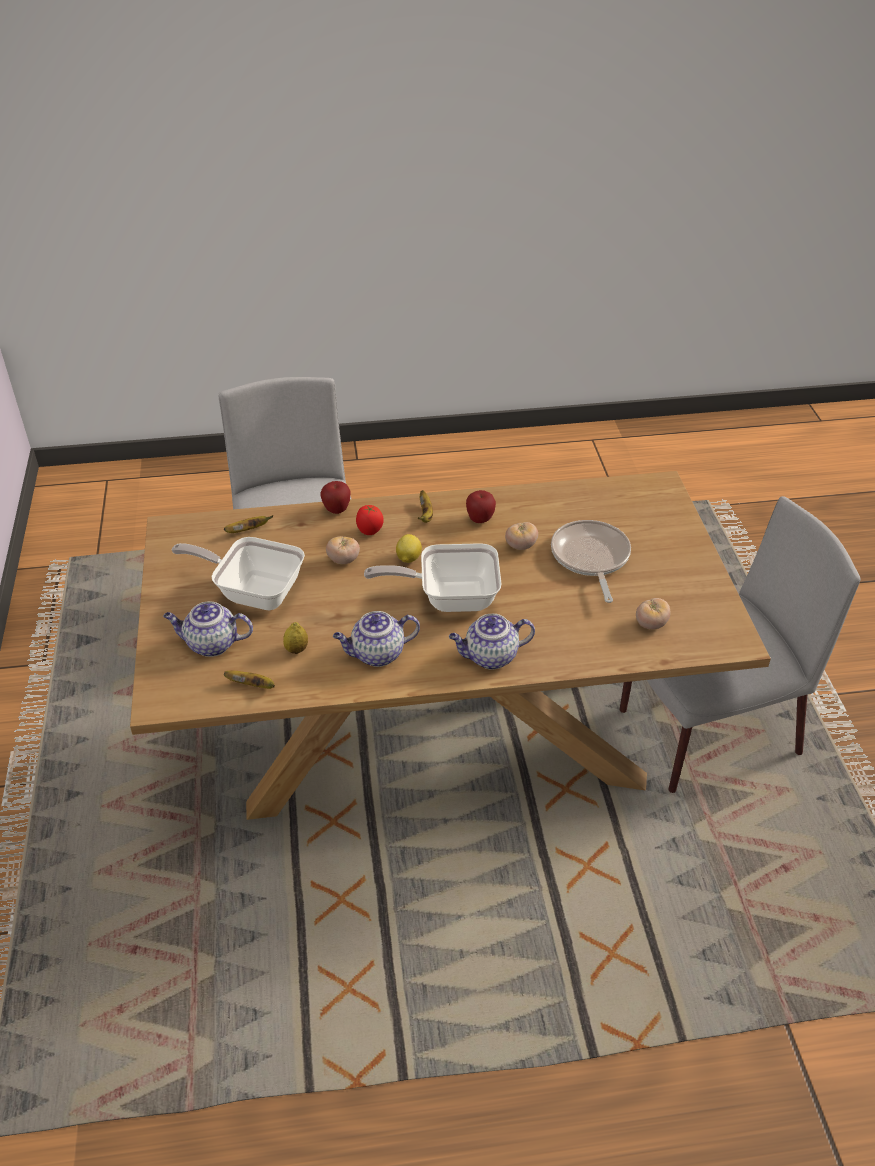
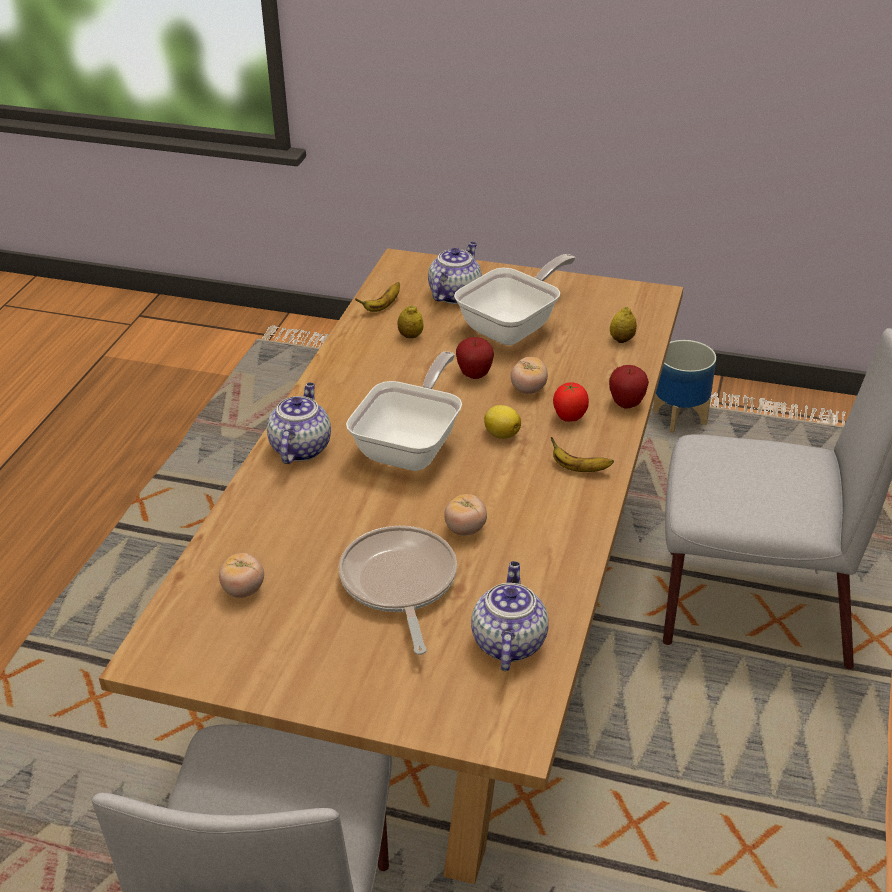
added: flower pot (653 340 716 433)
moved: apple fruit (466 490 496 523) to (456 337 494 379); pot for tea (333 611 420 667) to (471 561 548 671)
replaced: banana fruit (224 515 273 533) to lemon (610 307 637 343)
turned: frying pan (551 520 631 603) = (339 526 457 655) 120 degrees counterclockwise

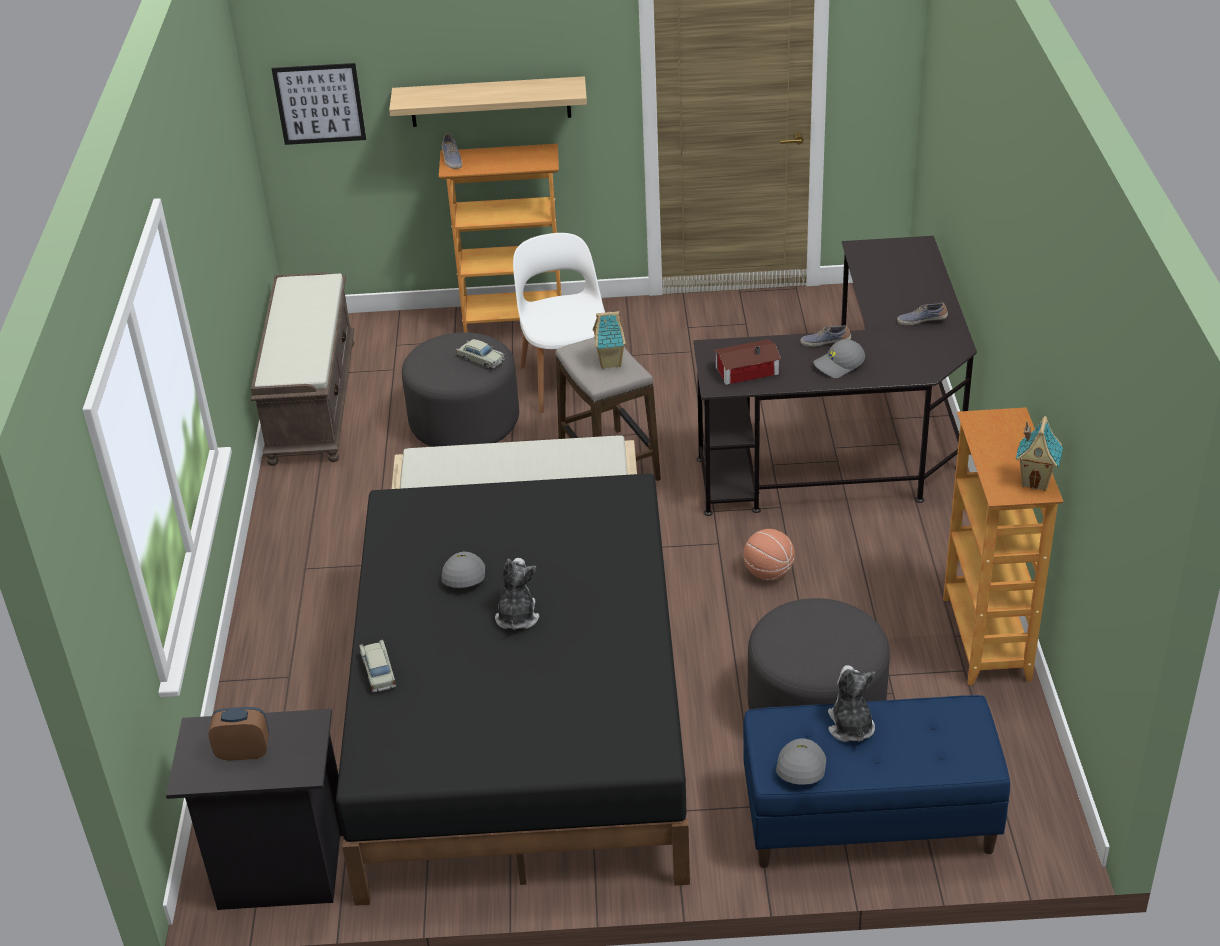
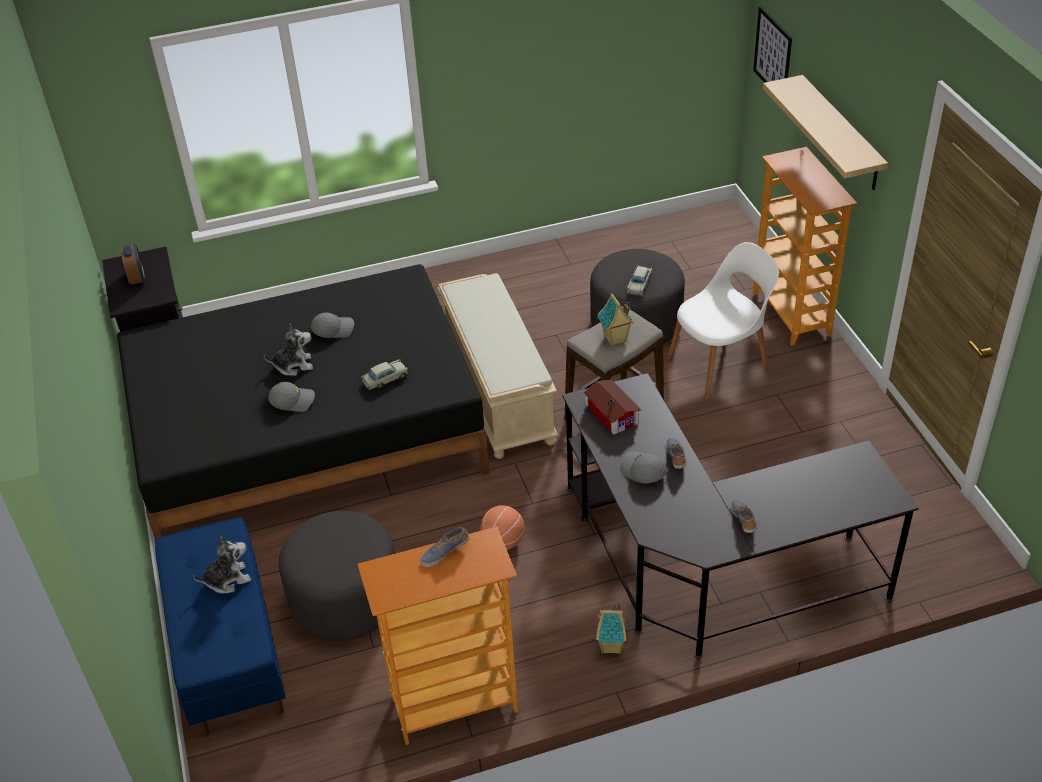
removed: brownish bench (251 272 355 466)
moved: grey baseball cap (776 739 826 785) to (268 382 315 412); sand-coloured model car (359 640 396 692) to (361 359 408 391); shoe (442 133 462 169) to (420 526 469 567); toy house (1016 416 1063 491) to (596 603 627 654)

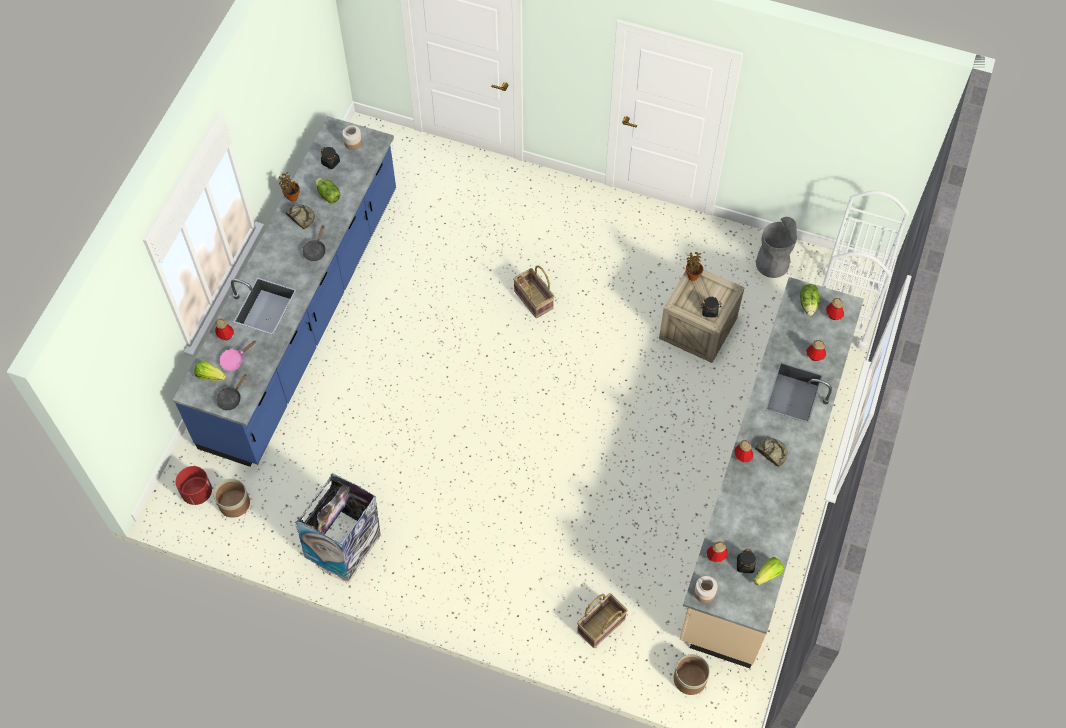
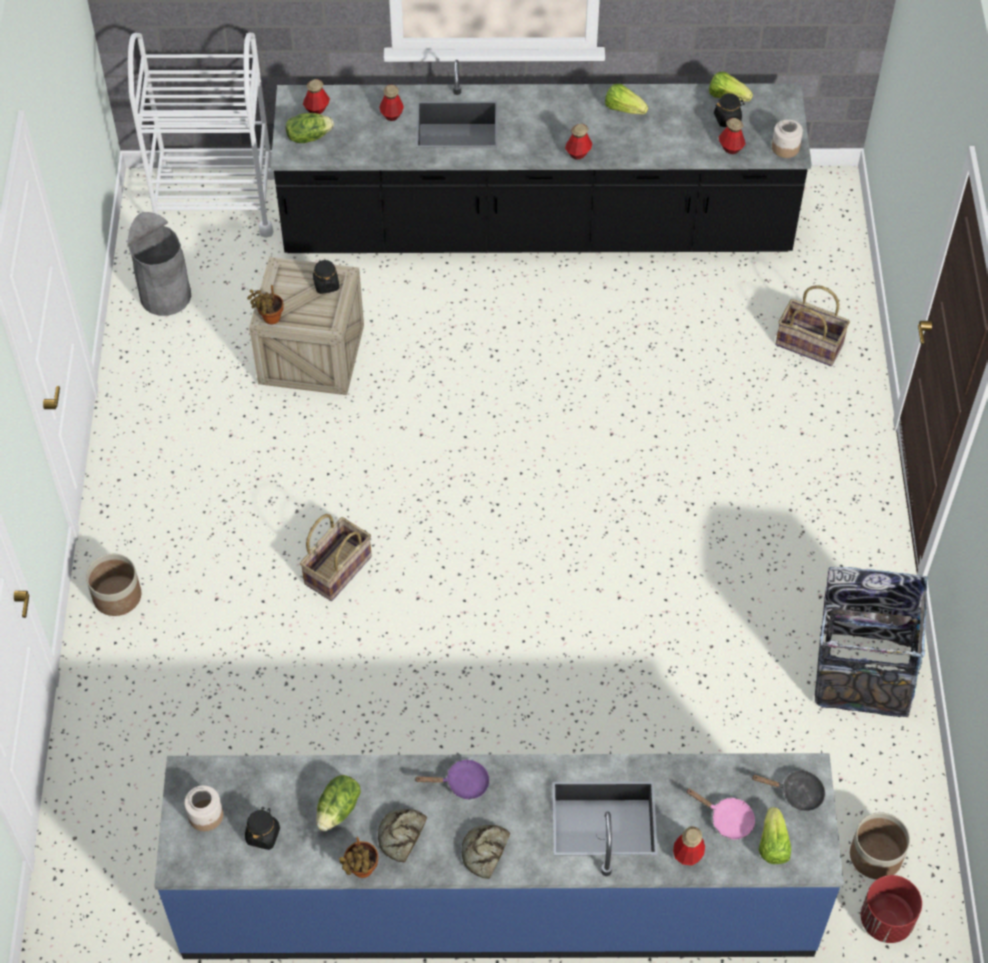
added: head of lettuce (605 84 648 114)
moved: flower pot (674 654 710 695) to (86 554 141 616); baked bread (755 438 787 467) to (462 825 510 879)
recoloured: sand-coloured kitchen base unit (680 277 864 668) to blackish kitchen base unit (271 60 812 253); blackish frying pan (302 225 326 261) to purple frying pan (415 759 490 800)

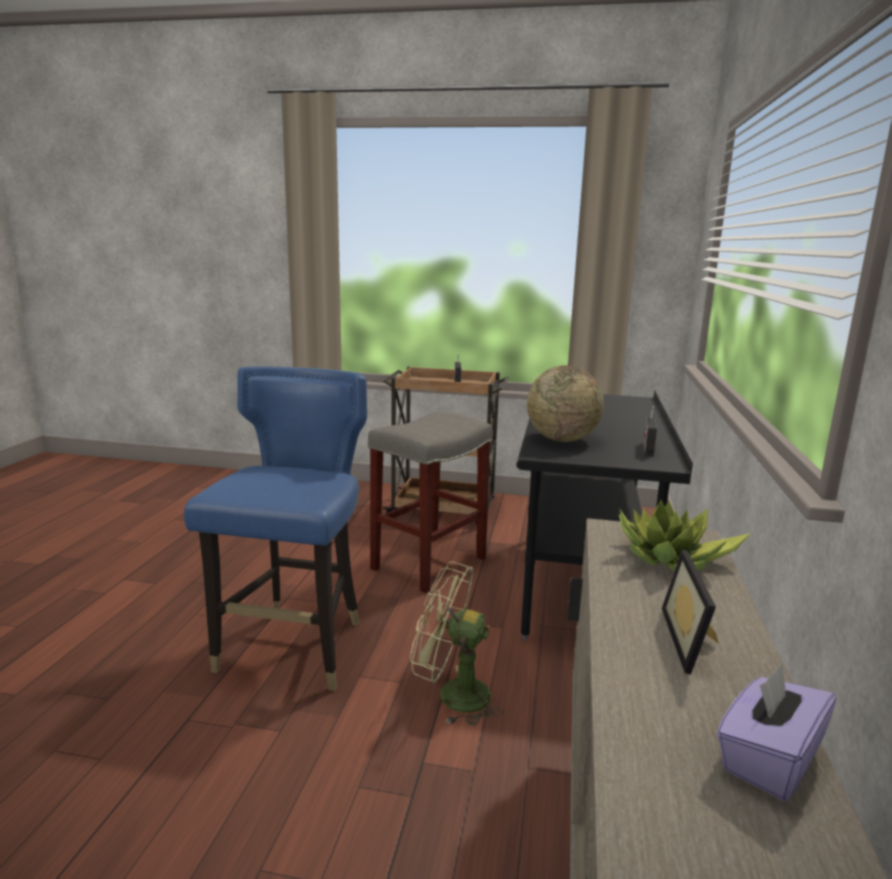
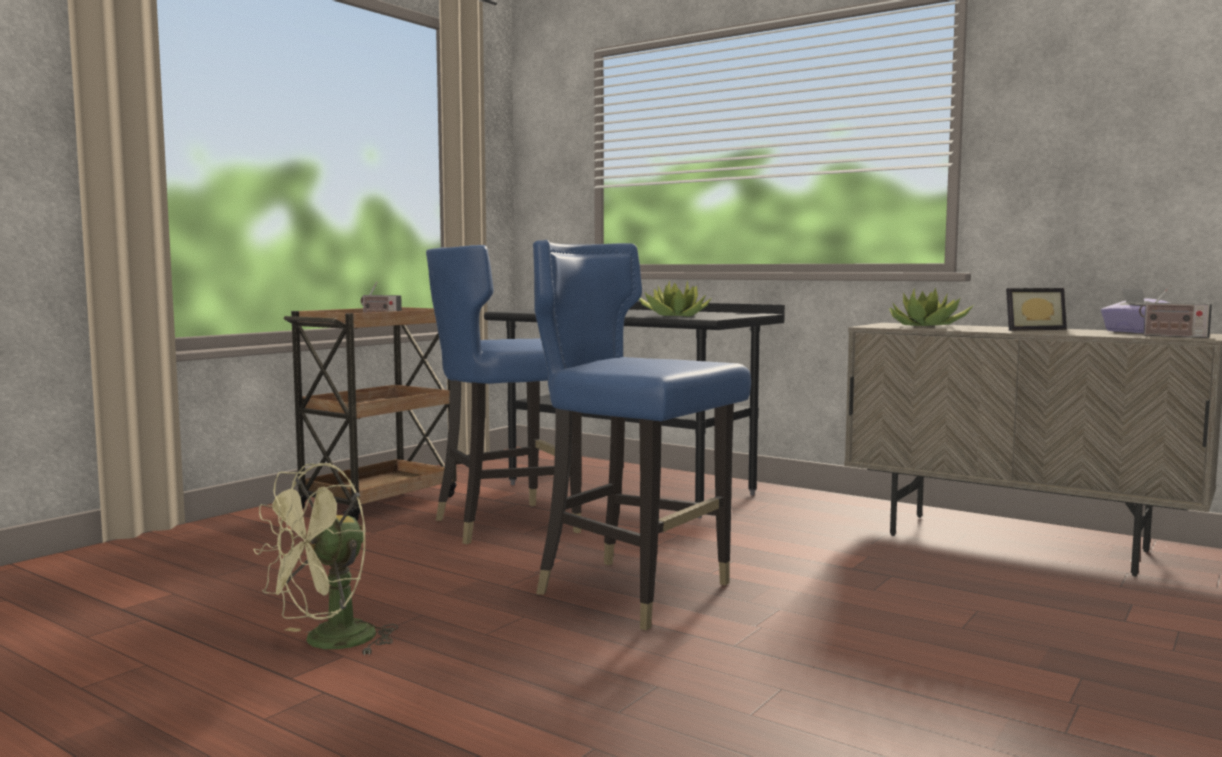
moved: greenish fan (410 561 503 726) to (253 463 398 656); radio set (644 406 657 456) to (1139 285 1212 338)
replaced: grey sitting stool (368 412 492 593) to blue plain chair (426 245 582 544); desk globe (527 365 604 442) to potted plant (639 280 711 317)
turned: photo frame (662 550 719 675) = (1006 288 1067 331) 45 degrees counterclockwise

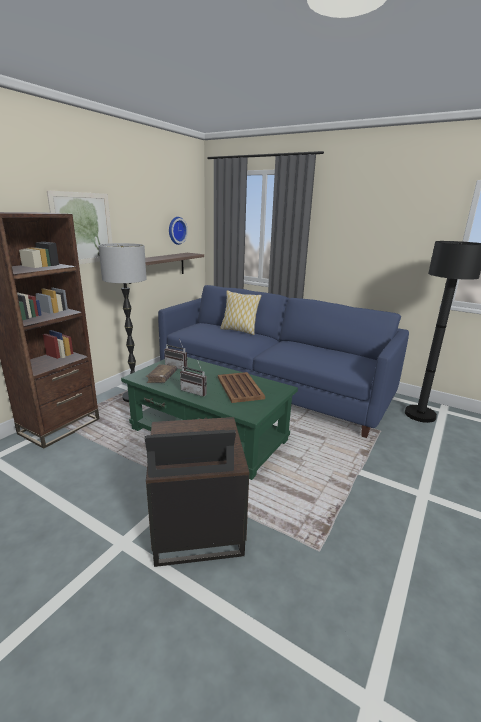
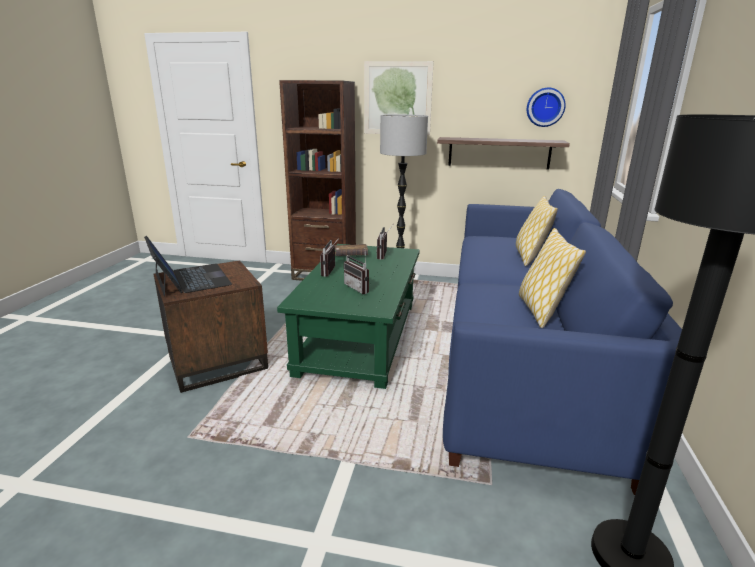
added: cushion (519 228 586 328)
replaced: brownish serving tray (218 372 265 403) to radio set (344 255 369 294)

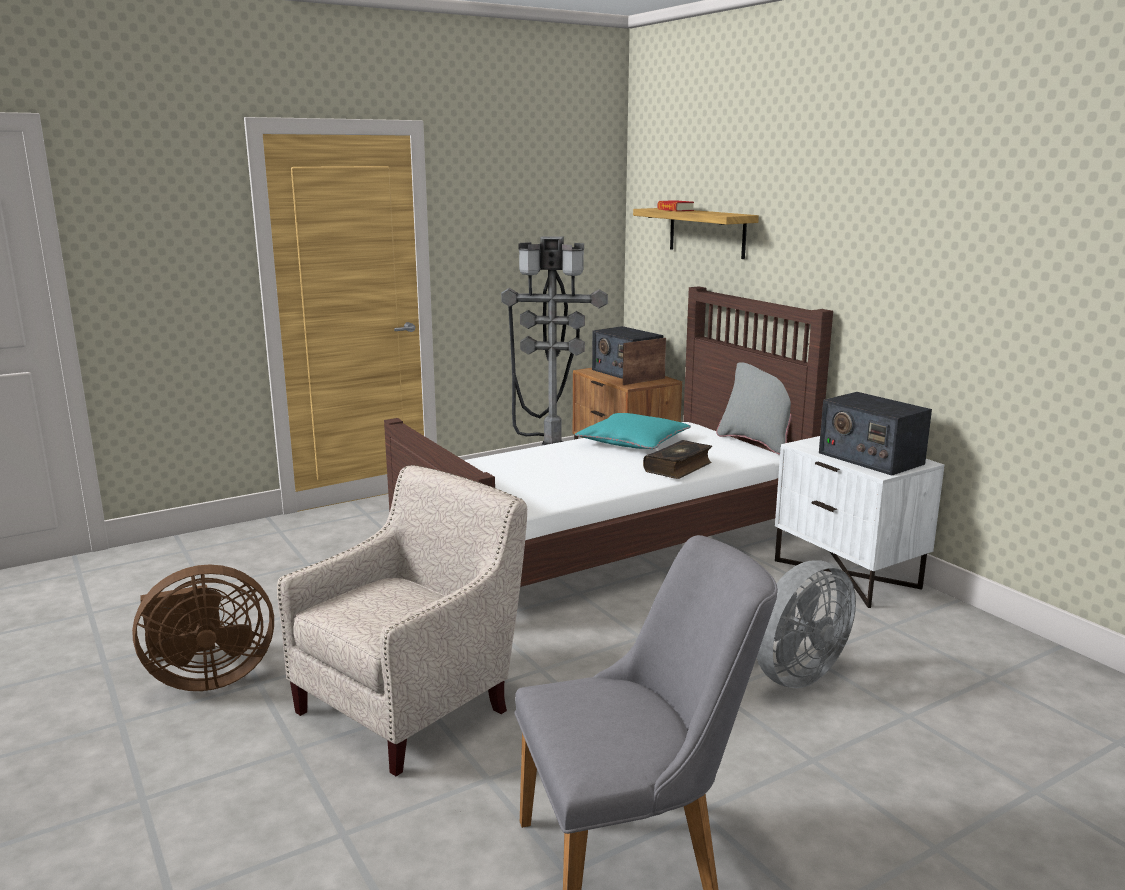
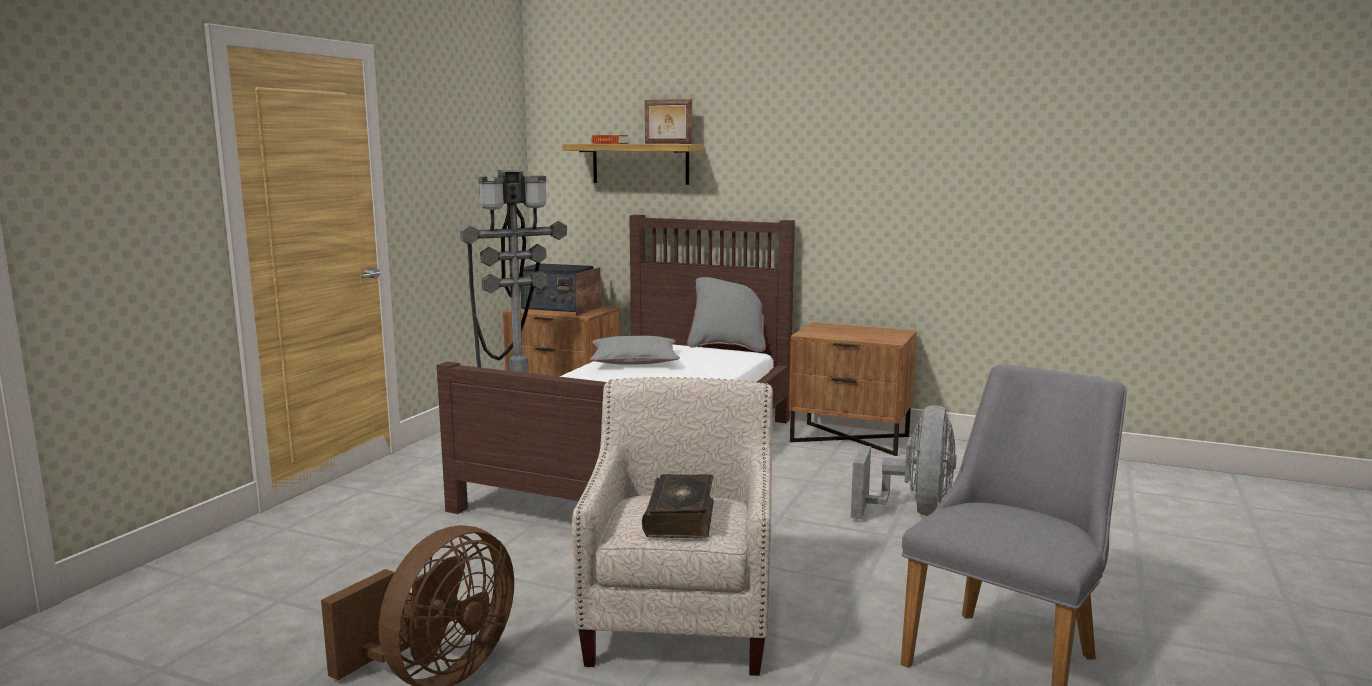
removed: radio set (819 392 932 476)
added: photo frame (645 99 692 144)
moved: book (643 440 712 479) to (642 474 714 538)
recoloured: turquoise cushion (575 413 691 449) to grey cushion (590 336 680 365); white-coloured nightstand (775 436 944 608) to brownish nightstand (789 322 917 456)

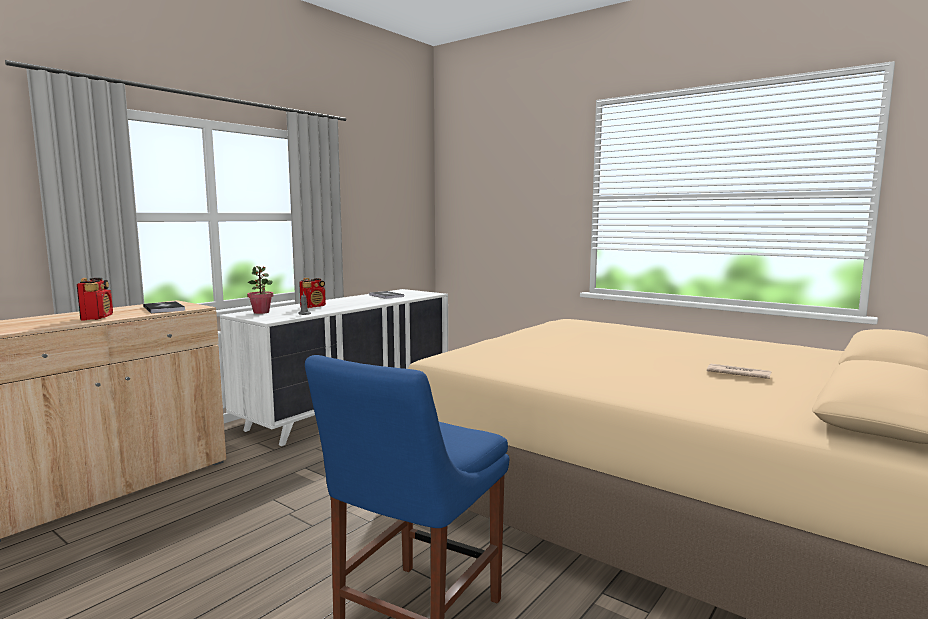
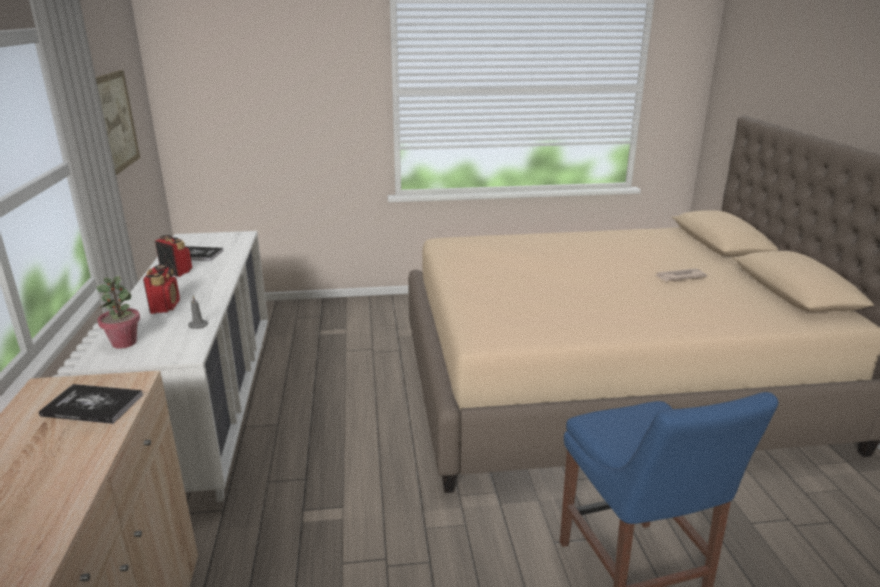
added: wall picture (96 70 140 175)
moved: radio set (77 278 113 320) to (155 235 192 277)

